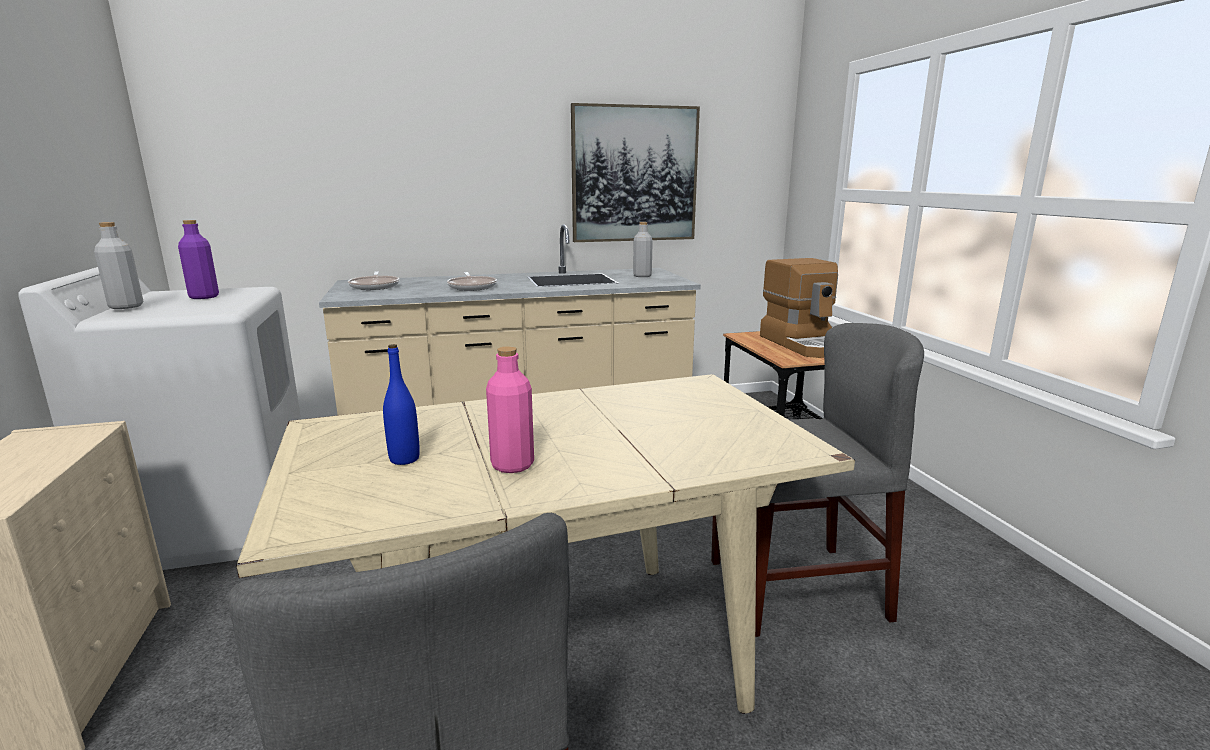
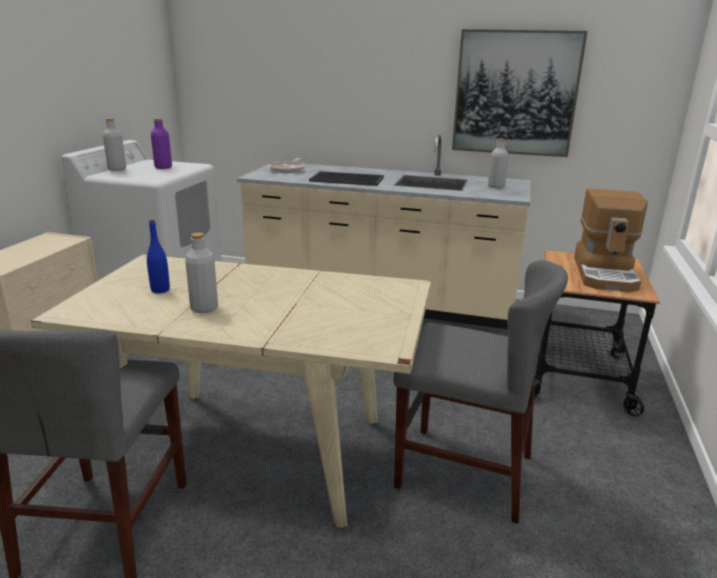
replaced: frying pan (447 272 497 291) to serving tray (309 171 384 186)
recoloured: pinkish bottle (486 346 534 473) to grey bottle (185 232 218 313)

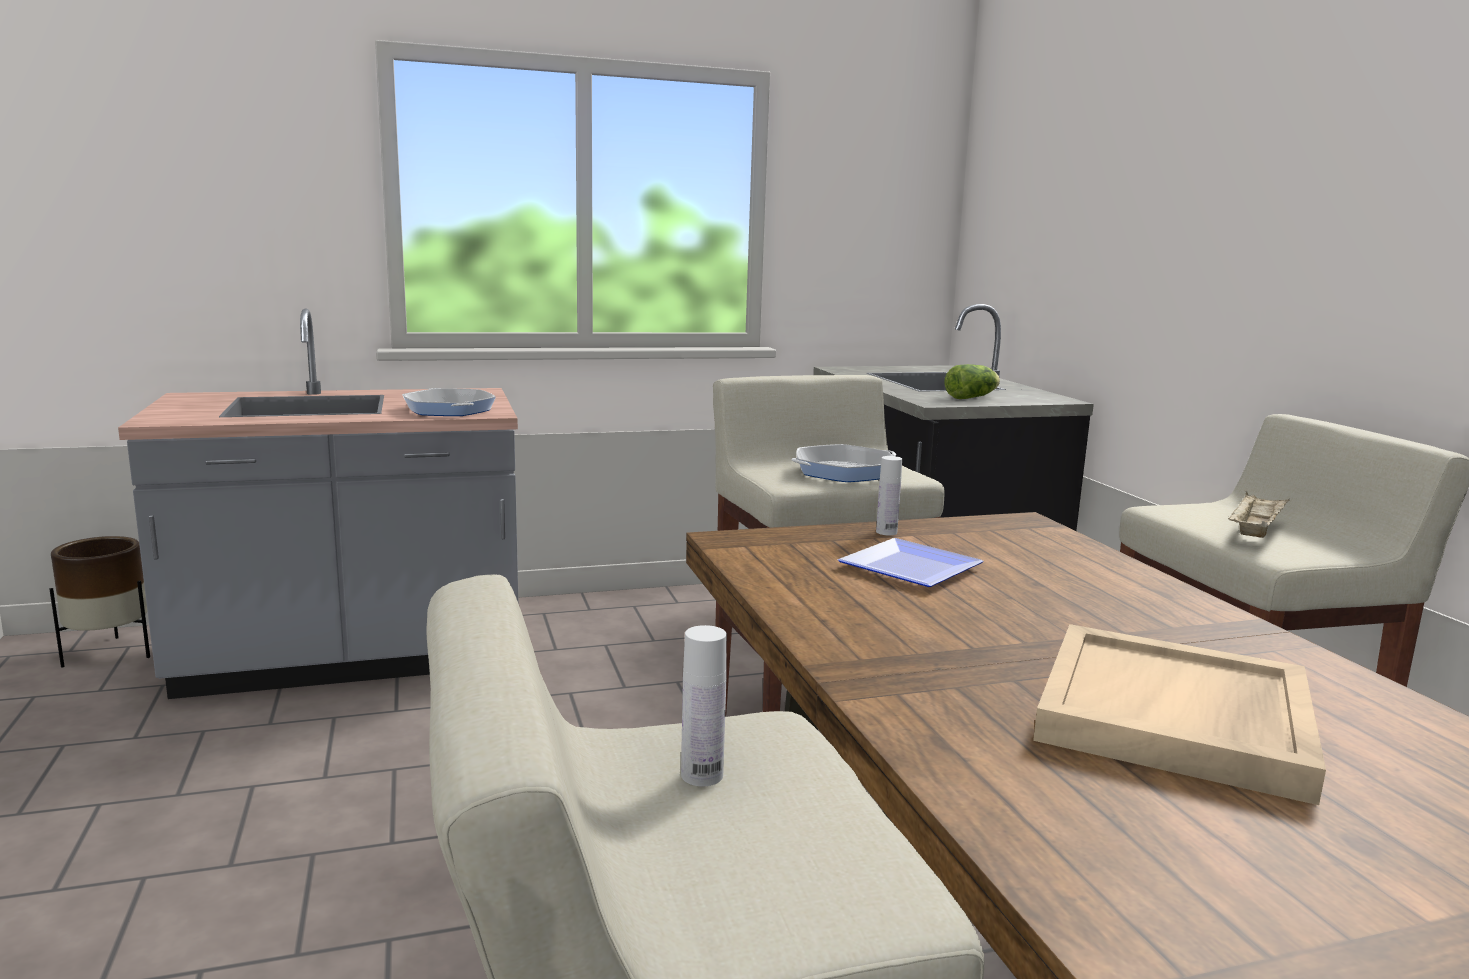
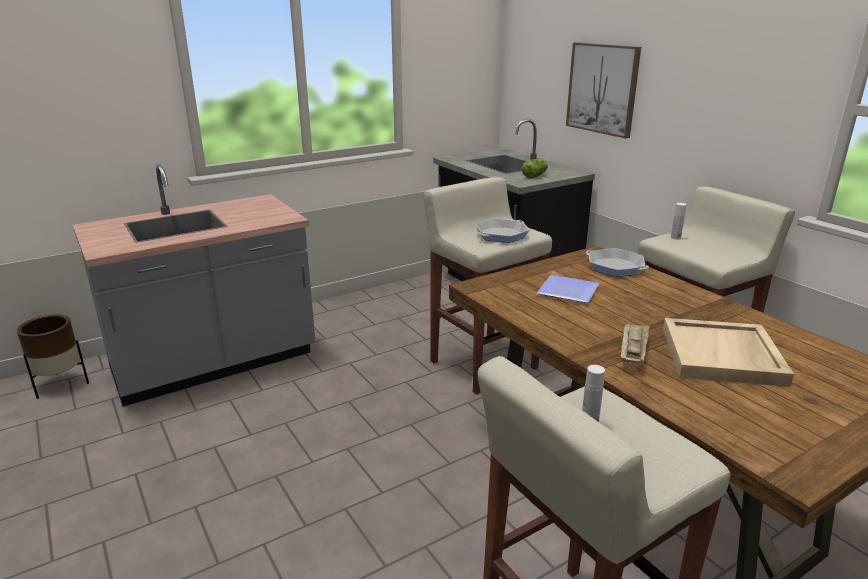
added: wall picture (566 42 641 139)
moved: frying pan (402 388 496 416) to (586 248 649 277); sand-coloured serving tray (1228 491 1290 538) to (620 322 650 363); white-coloured bottle (876 456 902 535) to (671 203 686 239)

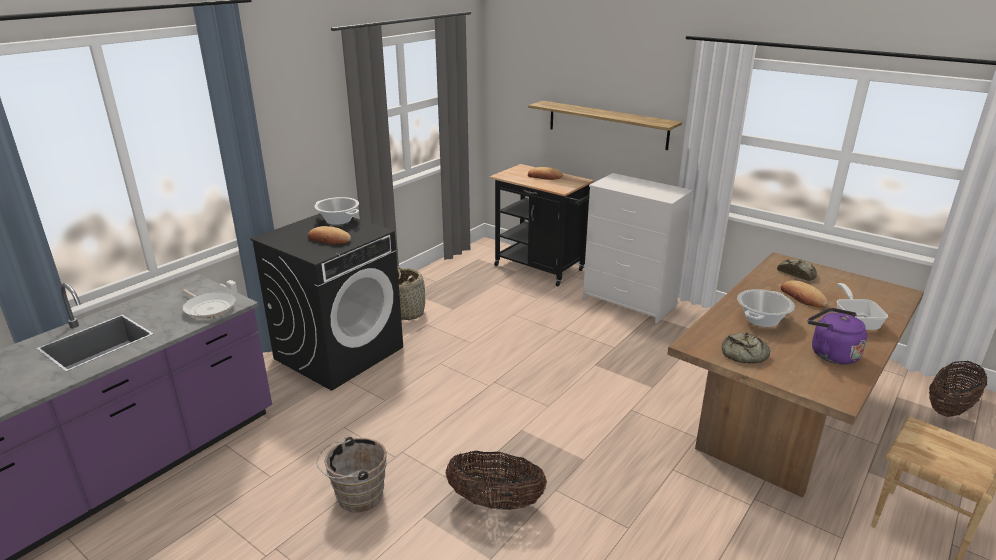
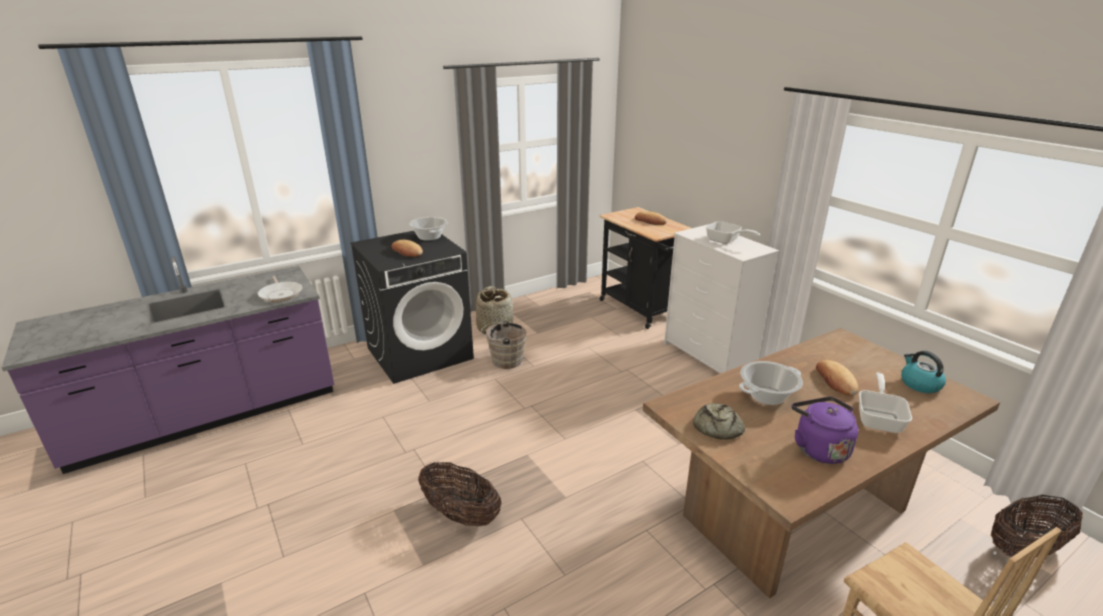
removed: wall shelf (528 101 682 150); baked bread (777 259 817 281)
added: frying pan (706 221 760 244); tea kettle (901 351 946 393)
moved: brownish bucket (317 437 387 513) to (481 321 526 369)

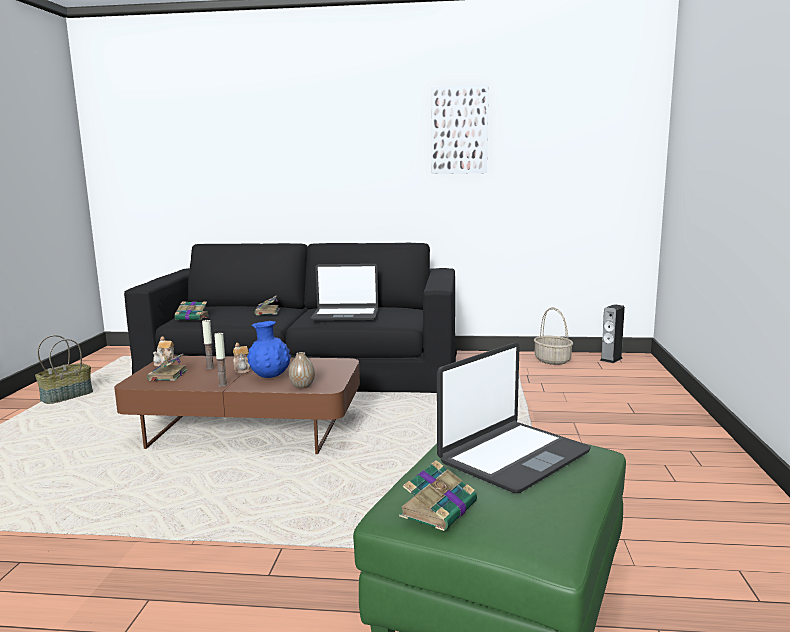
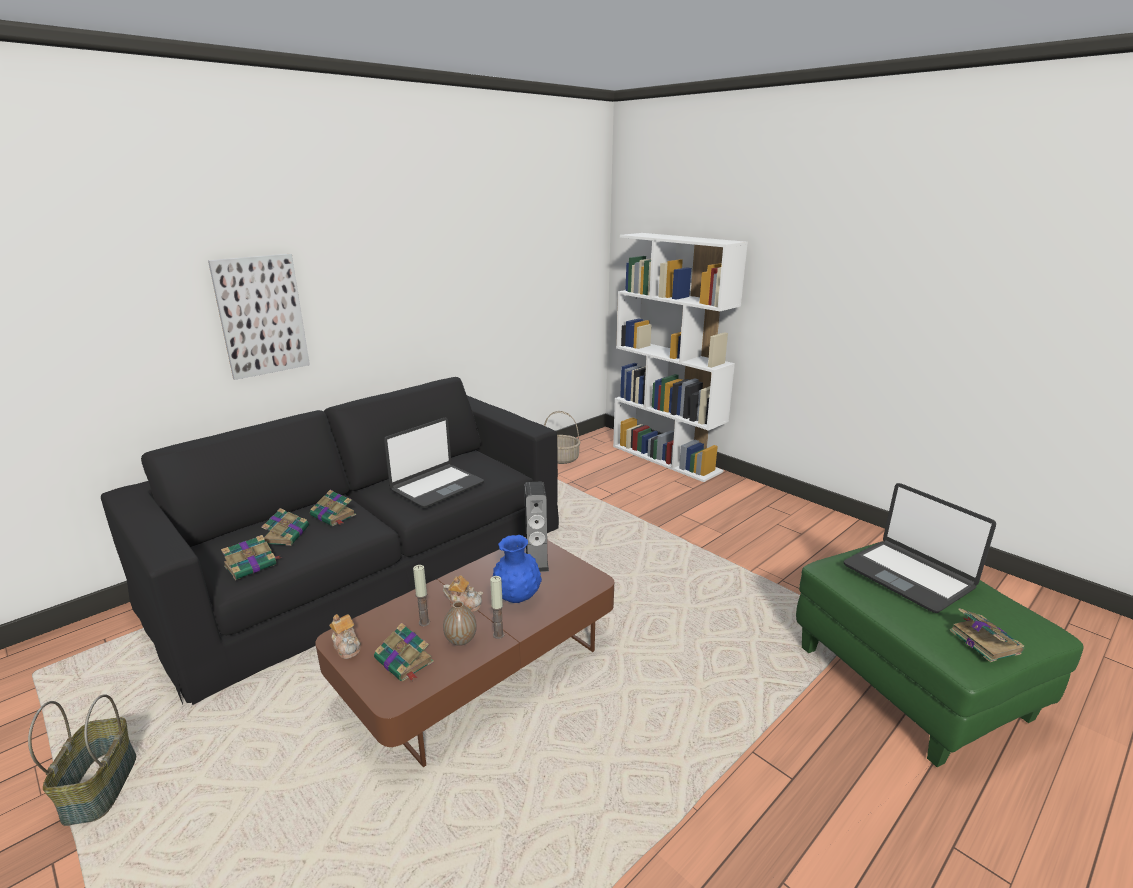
added: book (261 508 309 546); white-coloured shelving unit (613 233 748 482)
moved: wall picture (431 85 488 174) to (208 254 310 380); decorative vase (289 352 315 389) to (443 601 477 646); audio speaker (600 304 625 363) to (524 481 549 572)
turned: laptop (437 342 591 493) = (844 483 996 613) 150 degrees clockwise

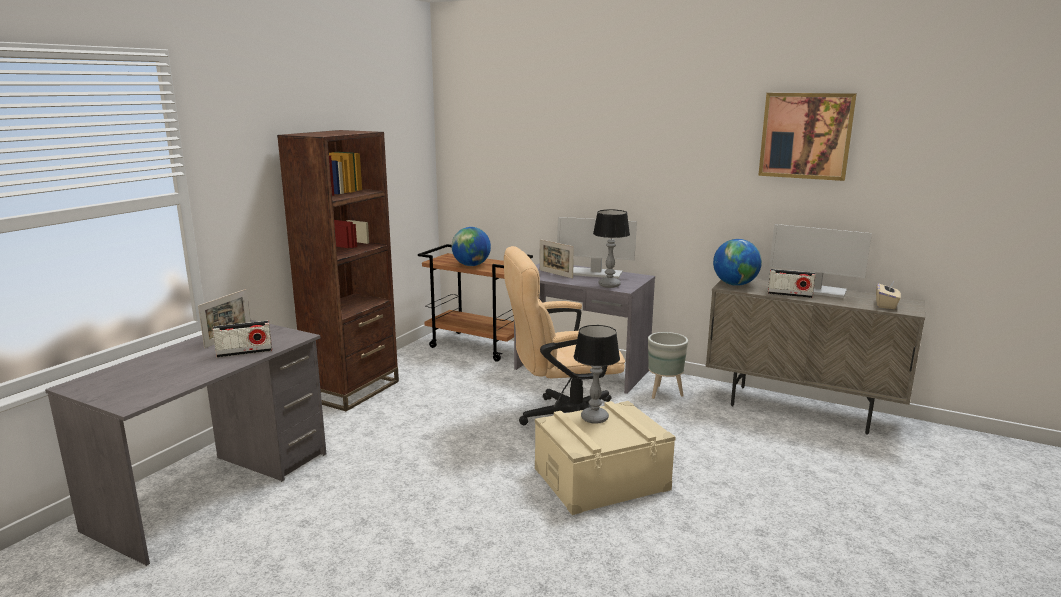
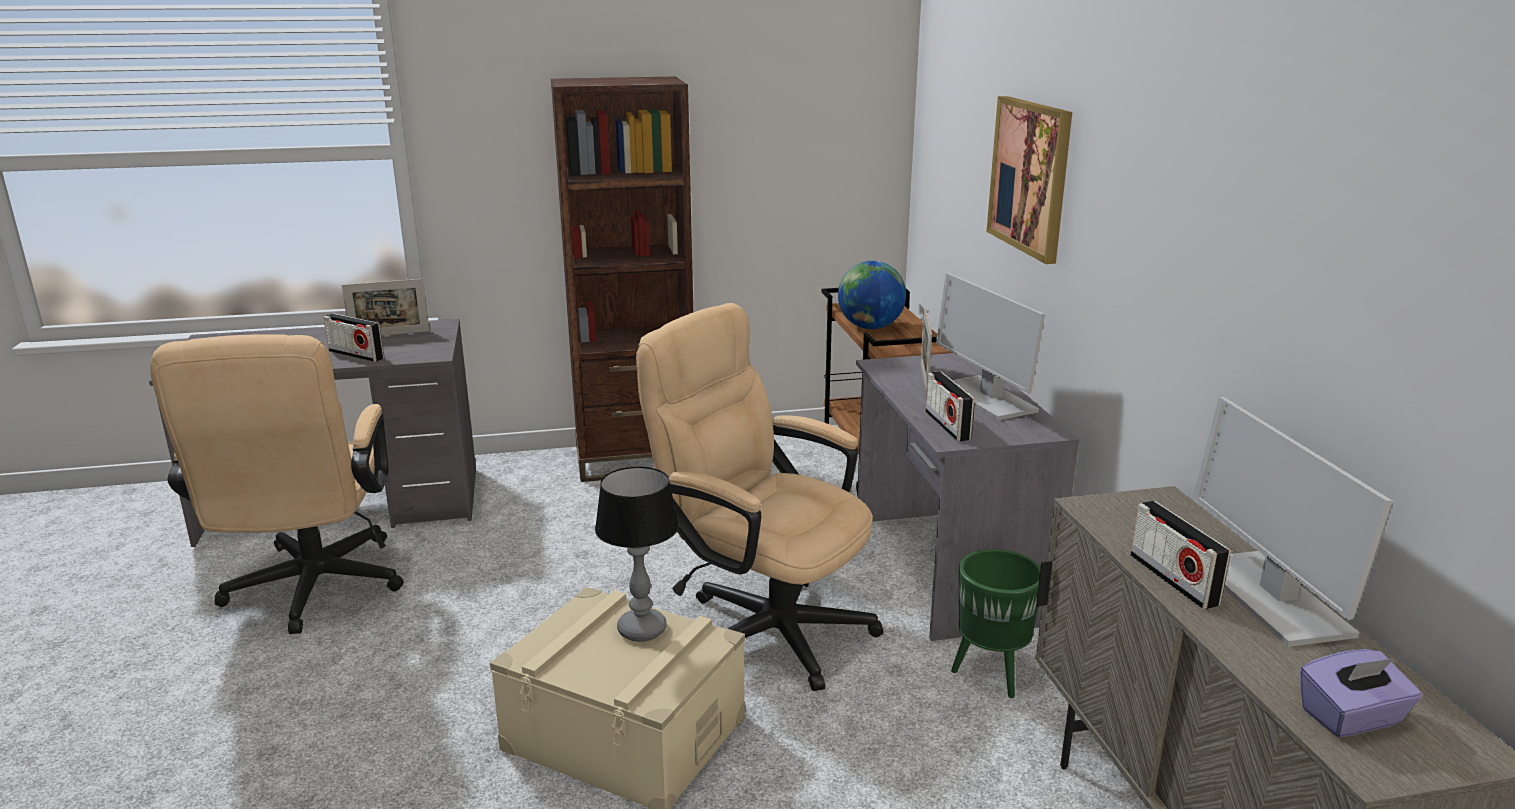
removed: desk globe (713 239 762 286)
added: sand-coloured office chair (150 334 404 634)
moved: wall picture (758 93 857 181) to (987 96 1072 264)
replaced: tabletop lamp (593 209 630 288) to radio set (925 371 975 441)
recoloured: grey flower pot (648 332 688 399) to greenish flower pot (951 549 1041 698); sand-coloured tissue holder (876 281 901 309) to purple tissue holder (1300 649 1422 737)

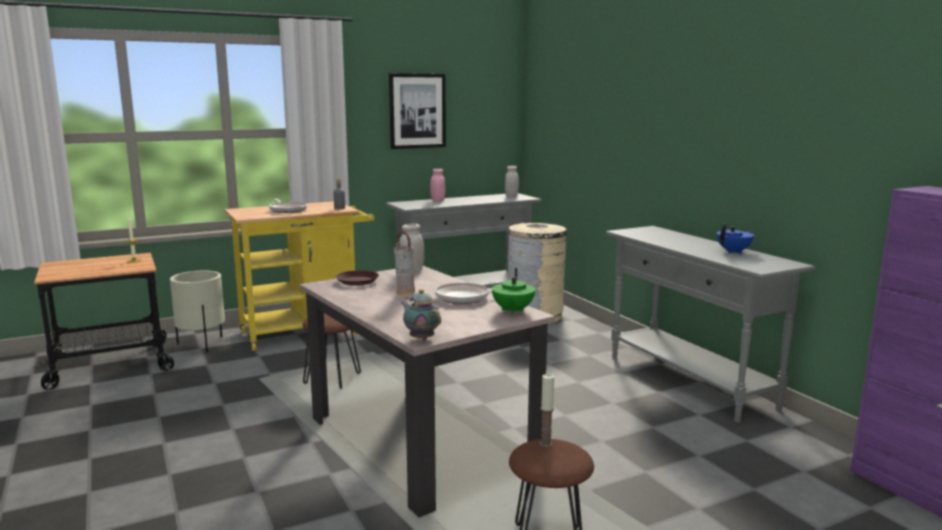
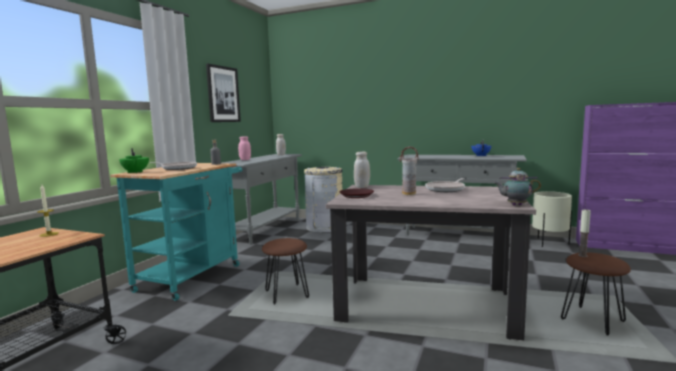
moved: greenish pot for tea (492 268 535 314) to (119 148 149 173); sand-coloured flower pot (170 271 225 352) to (532 191 572 247)
recoloured: yellowish wheeled cart (224 201 374 351) to turquoise wheeled cart (110 163 243 301)

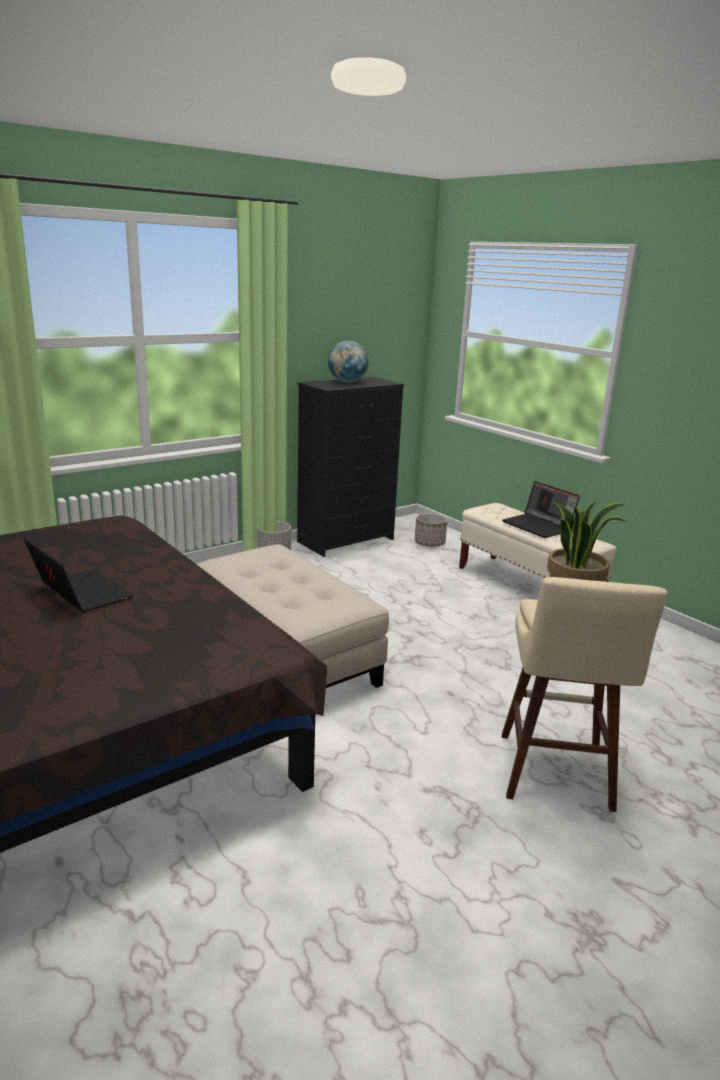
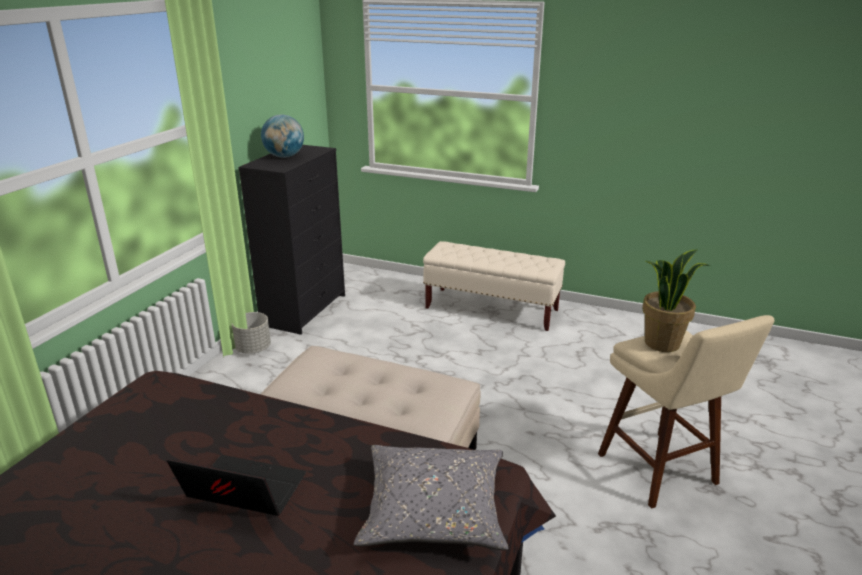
removed: flower pot (415 513 448 547); laptop (502 481 580 538)
added: grey cushion (354 445 508 550)

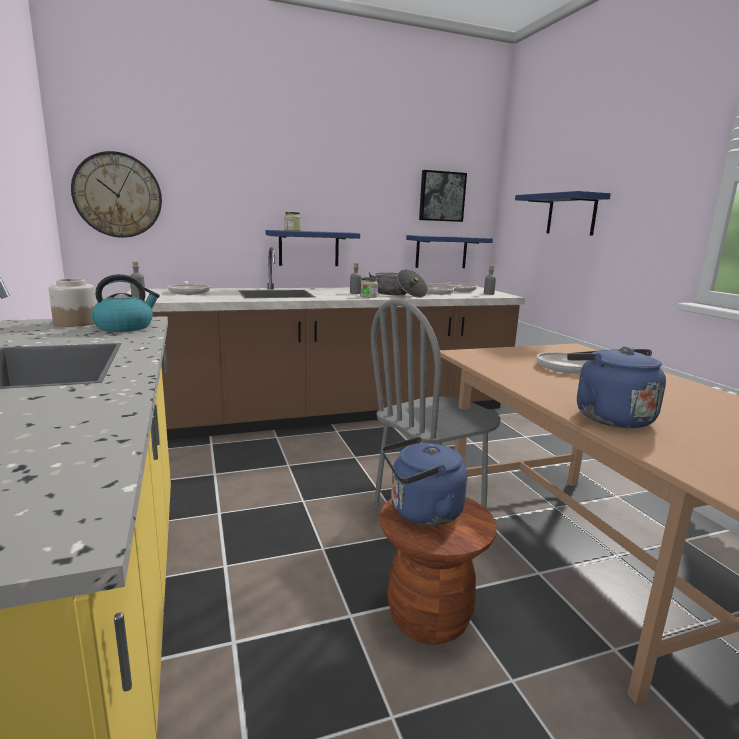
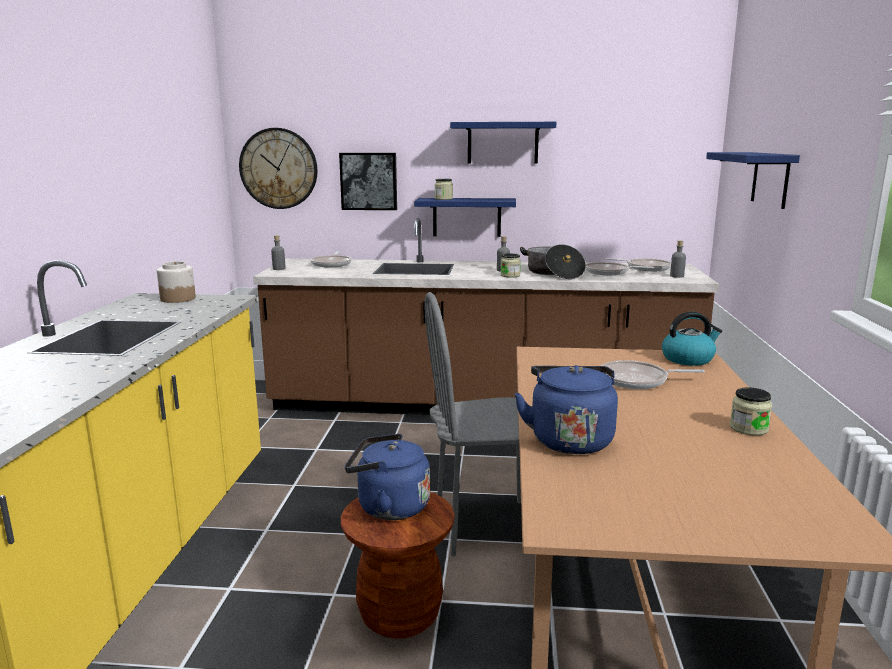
added: storage jar (730 387 772 436)
moved: wall picture (419 170 467 222) to (339 153 397 210); blue wall shelf (406 235 493 268) to (450 122 556 164); tea kettle (91 274 160 332) to (662 312 722 366)

